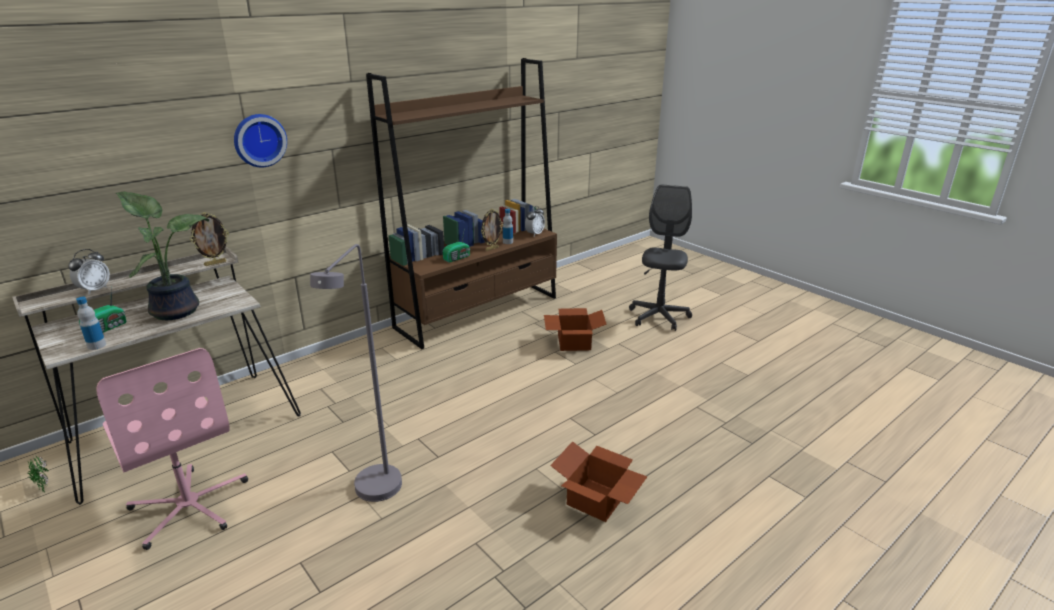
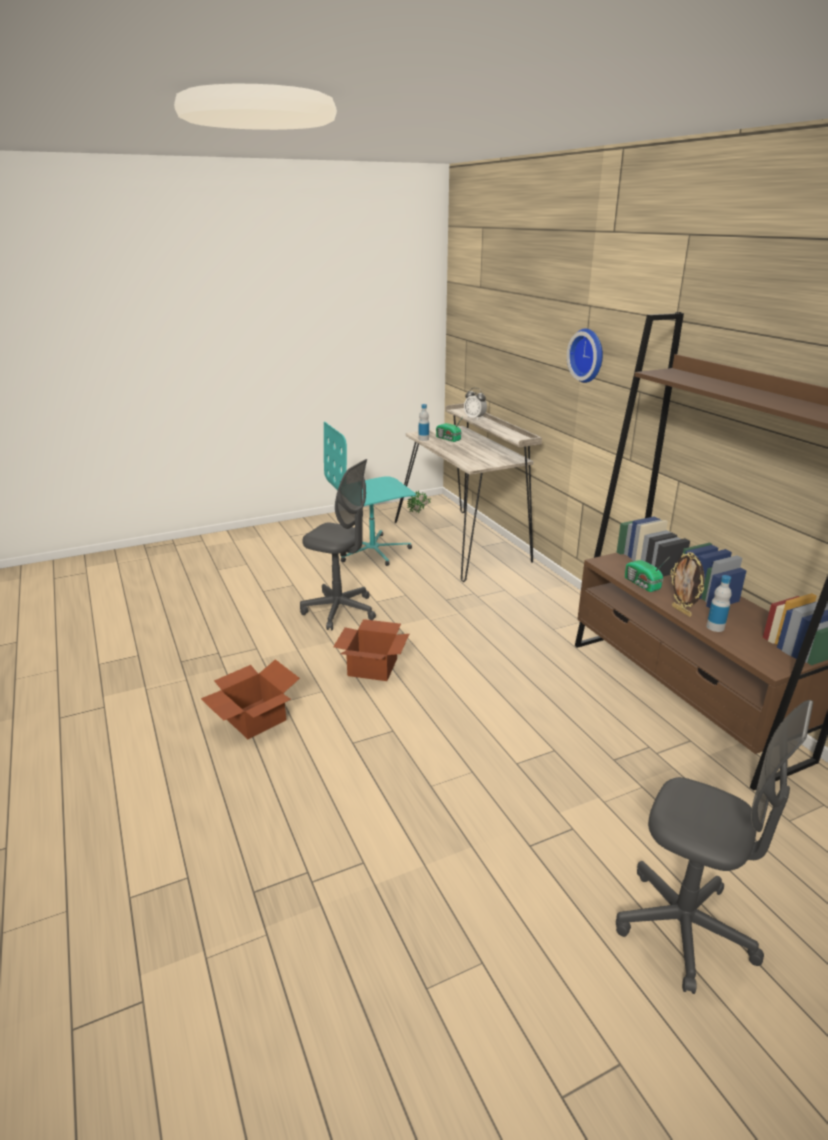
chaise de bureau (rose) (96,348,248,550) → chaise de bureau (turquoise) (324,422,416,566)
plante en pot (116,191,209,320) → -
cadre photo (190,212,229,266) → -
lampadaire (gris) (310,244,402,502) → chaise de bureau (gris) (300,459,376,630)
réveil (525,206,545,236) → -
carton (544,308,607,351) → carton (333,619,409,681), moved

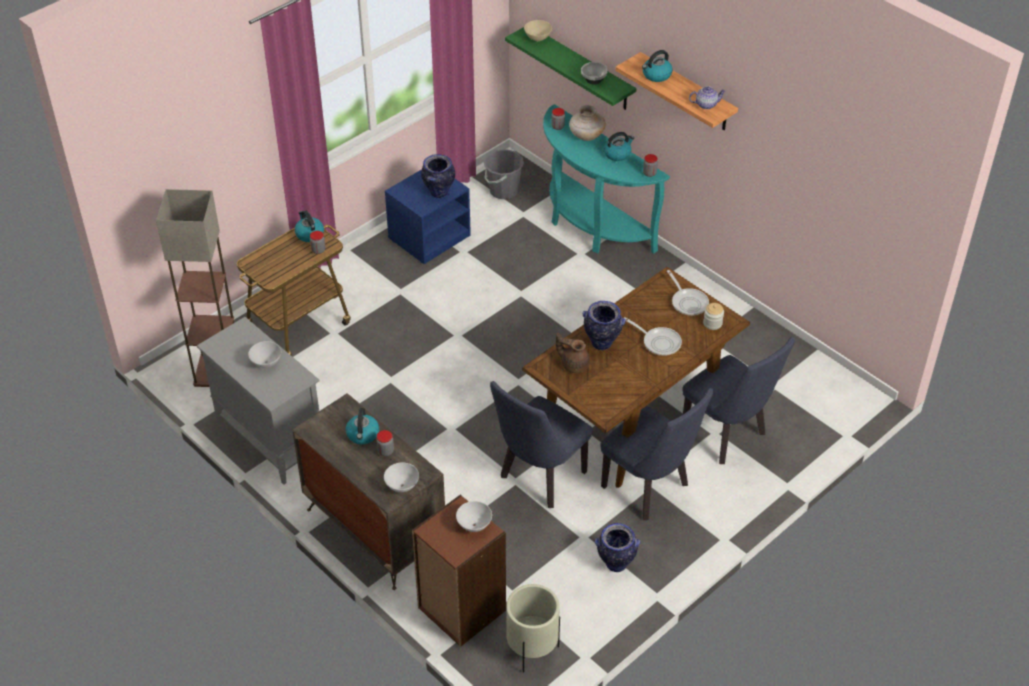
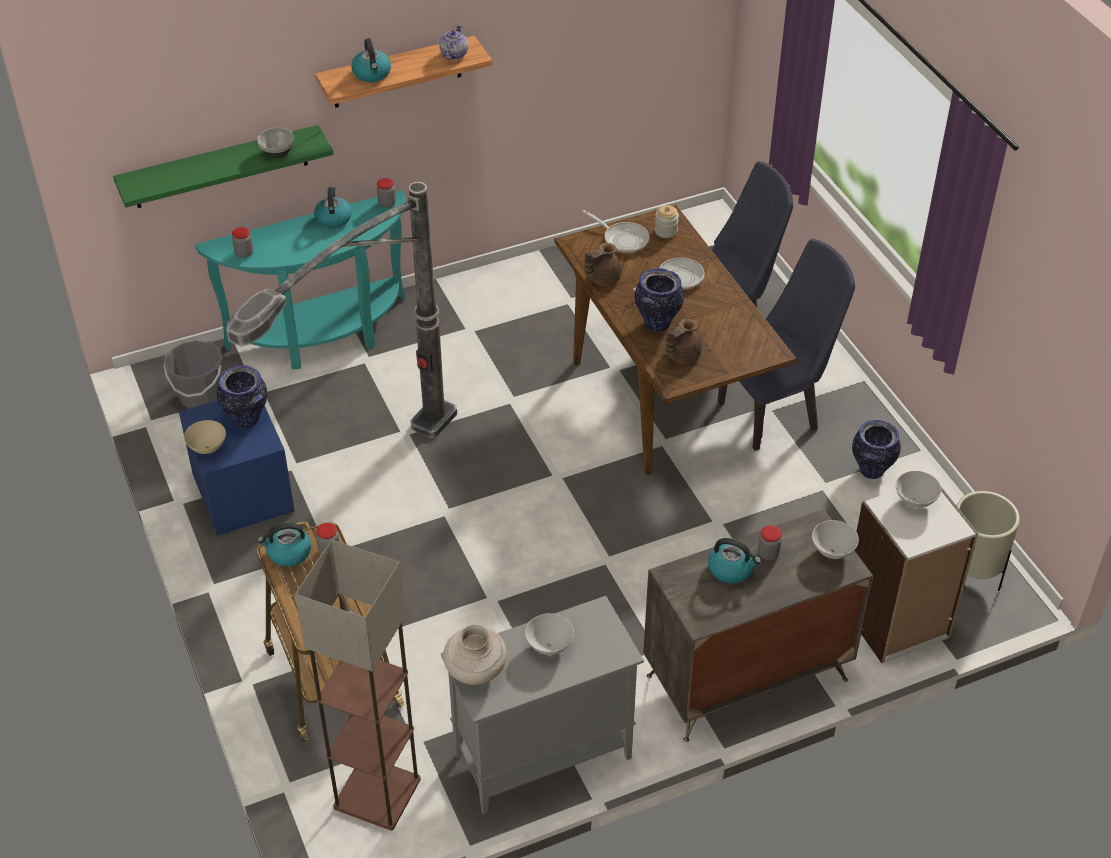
bibliothèque (marron) (412,494,506,647) → bibliothèque (blanc) (855,487,978,663)
chaise (bleu) (490,381,593,508) → -
bol (beige) (524,20,552,41) → bol (beige) (184,420,226,454), moved
vase (beige) (569,105,606,141) → vase (beige) (443,625,507,685), moved
poêle (667,270,709,316) → poêle (582,210,650,253), 45 degrees clockwise
- → lampadaire (226,182,457,438)
- → théière (marron) (585,243,622,286)

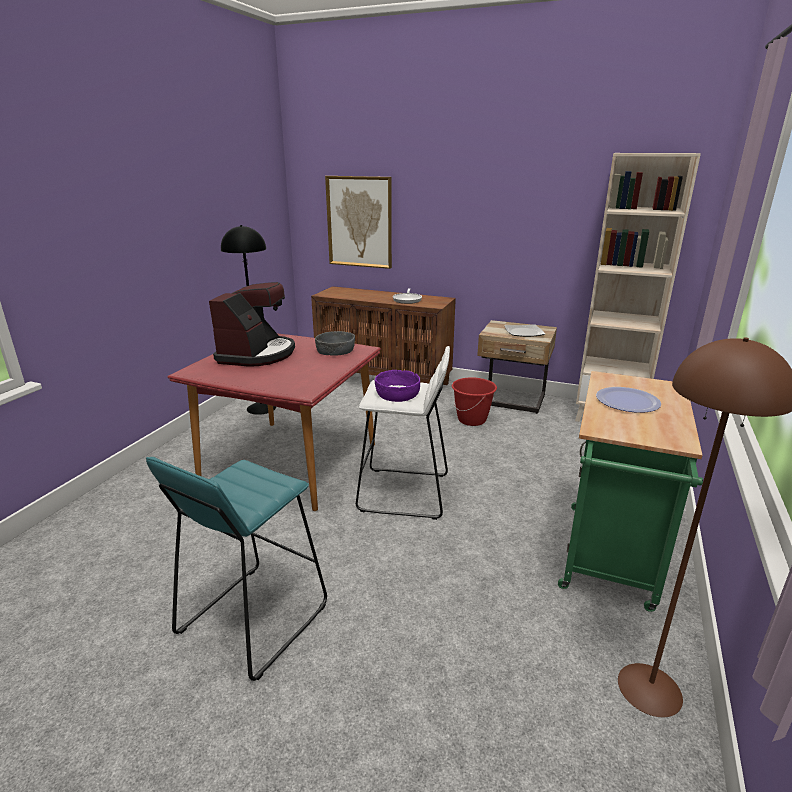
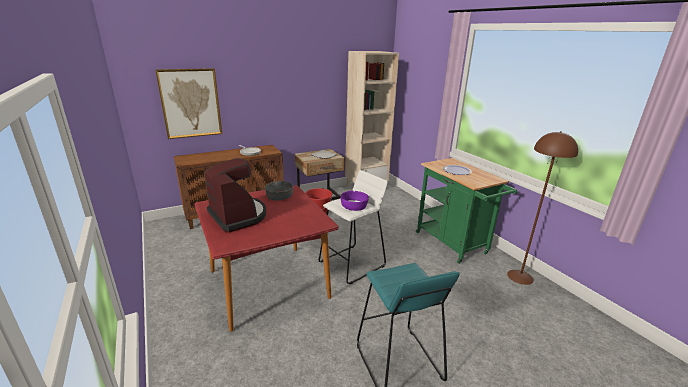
lampadaire (noir) (221,225,276,415) → -

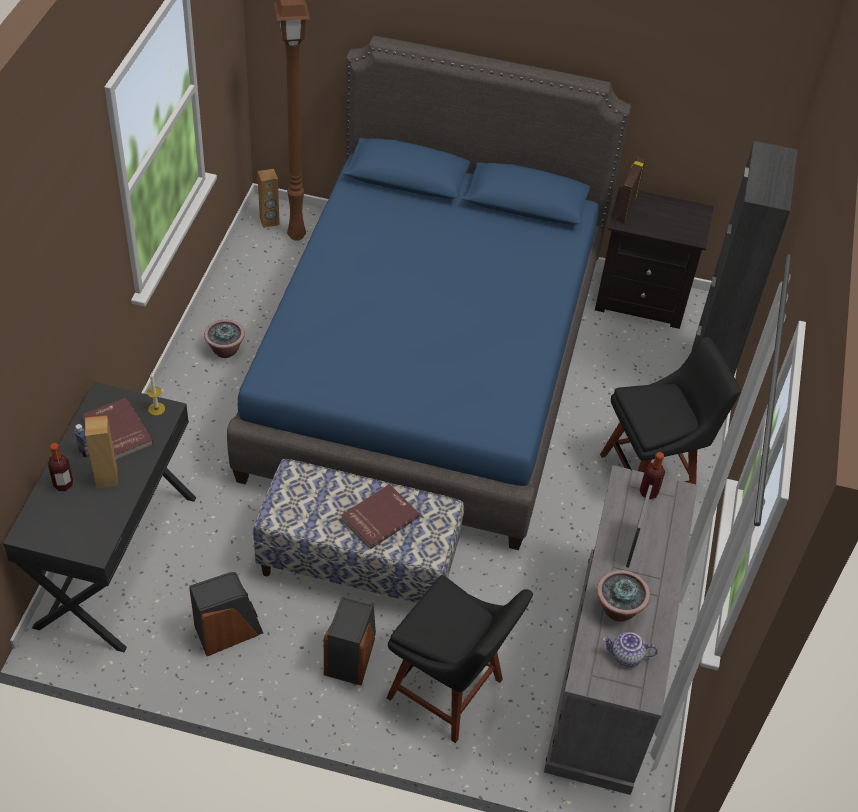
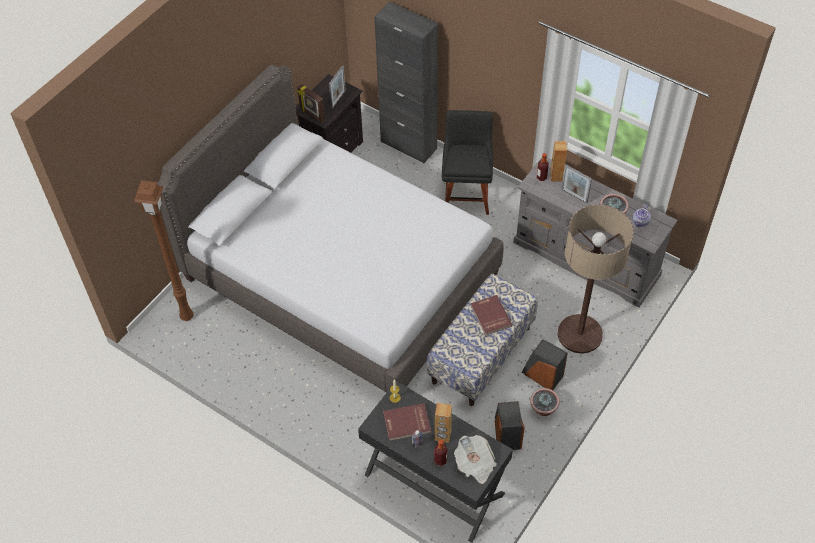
plante en pot (204,320,245,358) → plante en pot (530,388,560,416), moved
lit (bleu) (227,36,631,550) → lit (gris) (157,65,504,392)
enceinte (marron) (257,169,280,228) → enceinte (marron) (550,141,567,182), moved
chaise (noir) (387,575,533,743) → lampadaire (558,204,634,354)
- → cadre photo (329,65,346,109)
- → journal (454,435,497,484)

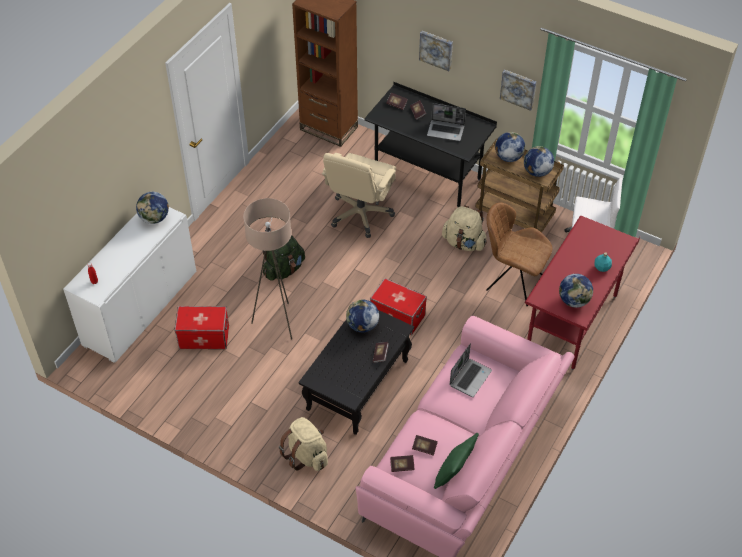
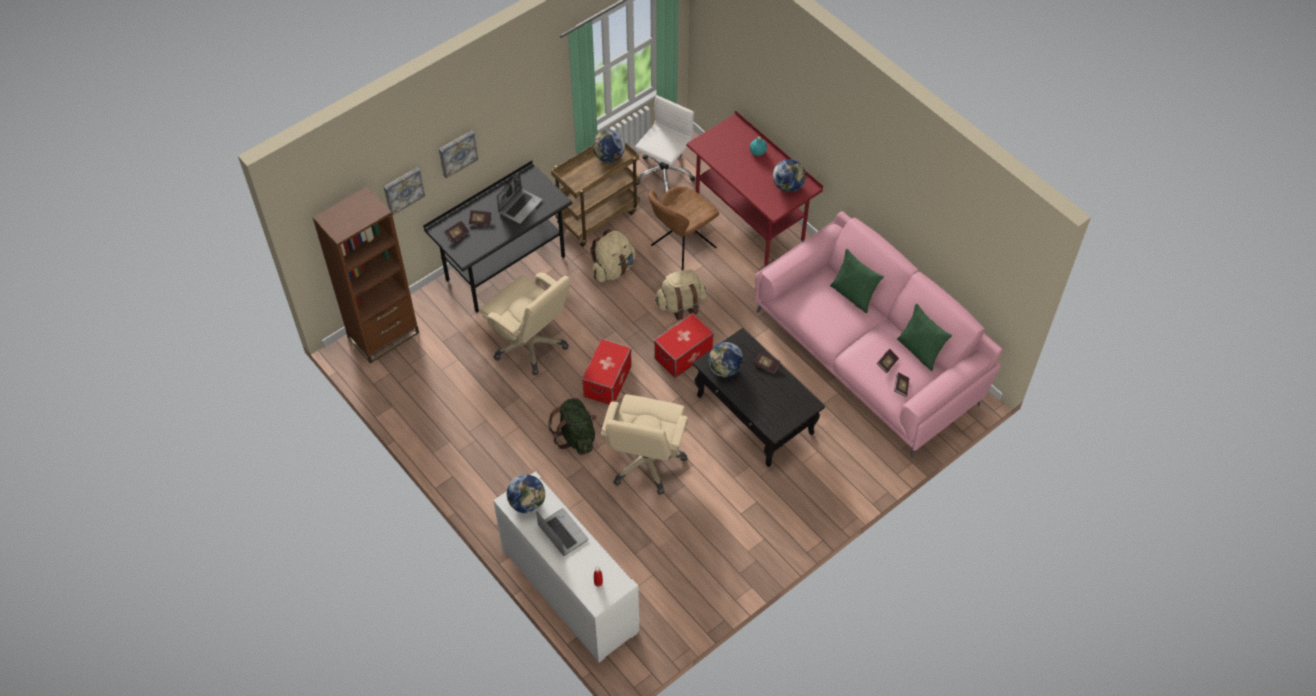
boîte de rangement (174,306,229,349) → boîte de rangement (582,338,631,405), moved
lampadaire (beige) (243,198,292,339) → chaise de bureau (beige) (601,394,688,495)
sac à dos (beige) (279,417,328,471) → sac à dos (beige) (655,270,706,320), moved
ordinateur portable (450,343,492,397) → ordinateur portable (536,508,588,556), moved
globe (495,132,525,162) → -
tableau (500,70,537,111) → tableau (384,167,425,216), moved
- → coussin (vert) (830,249,884,313)

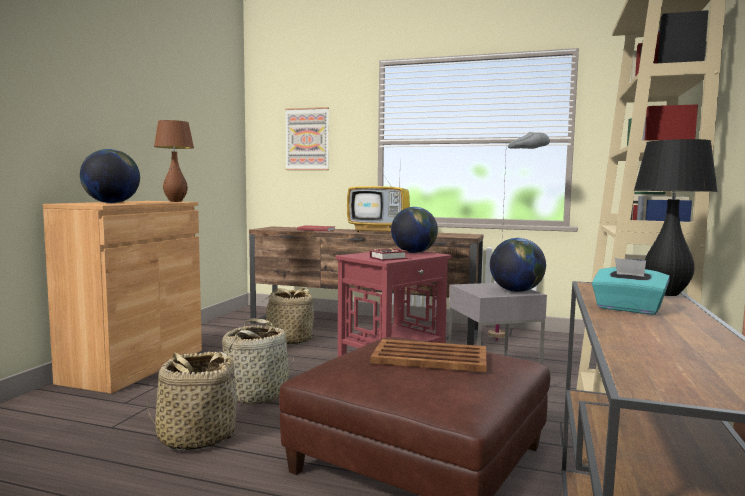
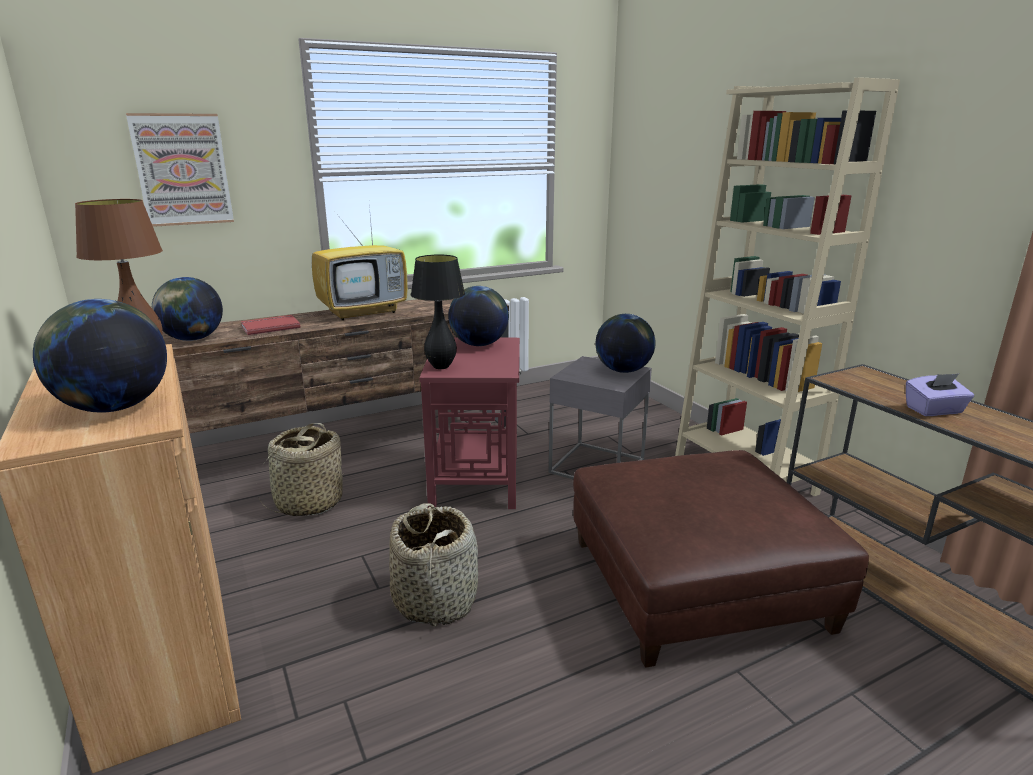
panier (147,352,242,451) → -
livre (370,249,408,261) → -
plateau (marron) (370,339,487,372) → -
lampadaire (gris) (488,132,550,341) → -
boîte à mouchoirs (turquoise) (592,258,670,315) → boîte à mouchoirs (violet) (906,374,974,416)
lampe de table (noir) (634,139,718,296) → lampe de table (noir) (411,255,465,369), moved
- → globe (152,277,223,341)

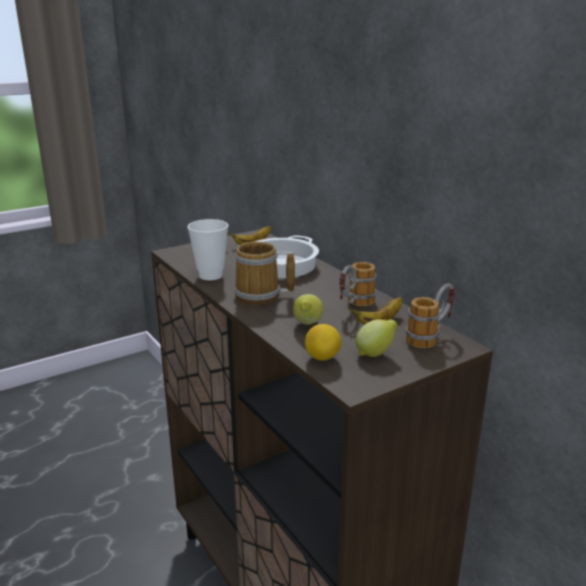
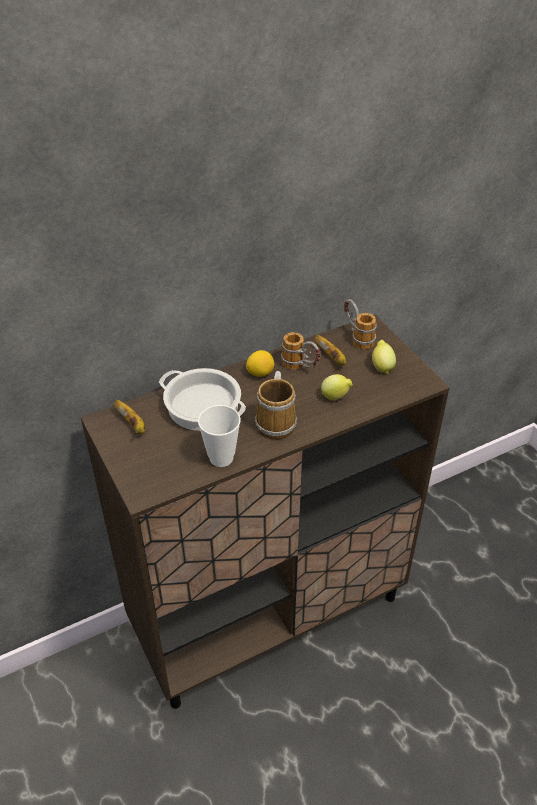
citron (305,324,341,361) → citron (246,350,274,377), moved

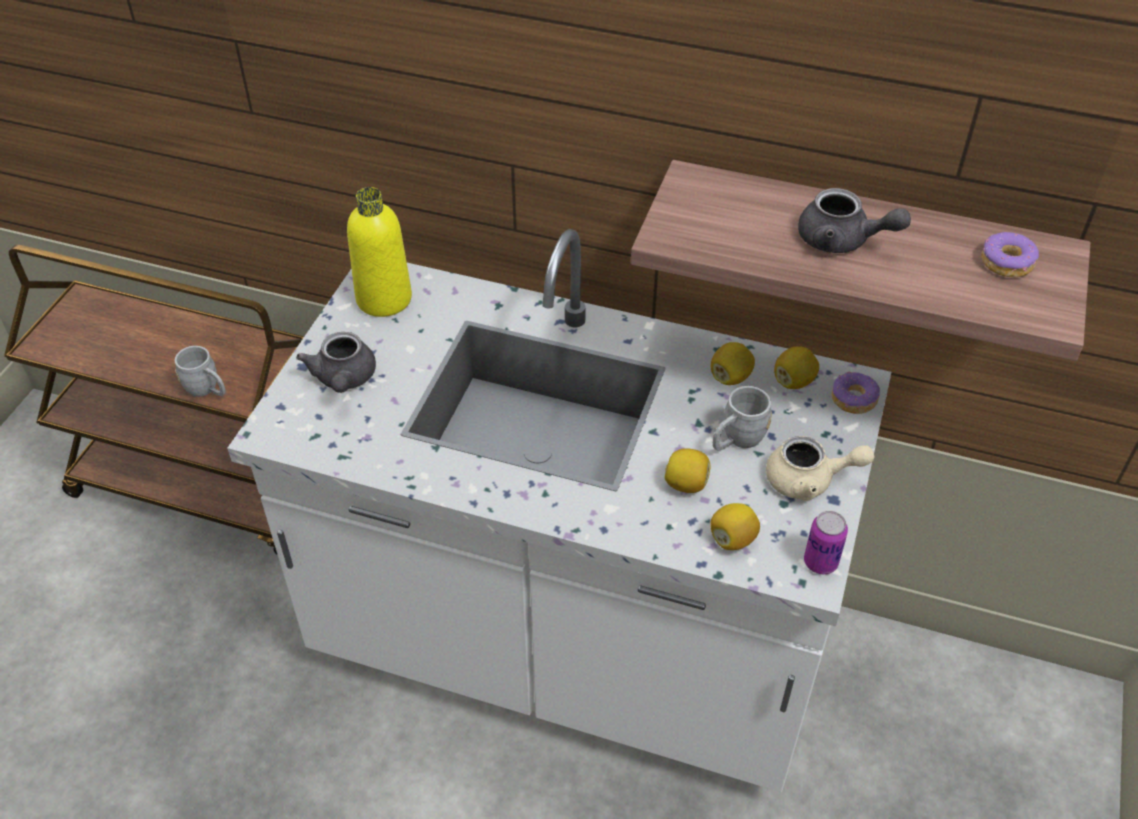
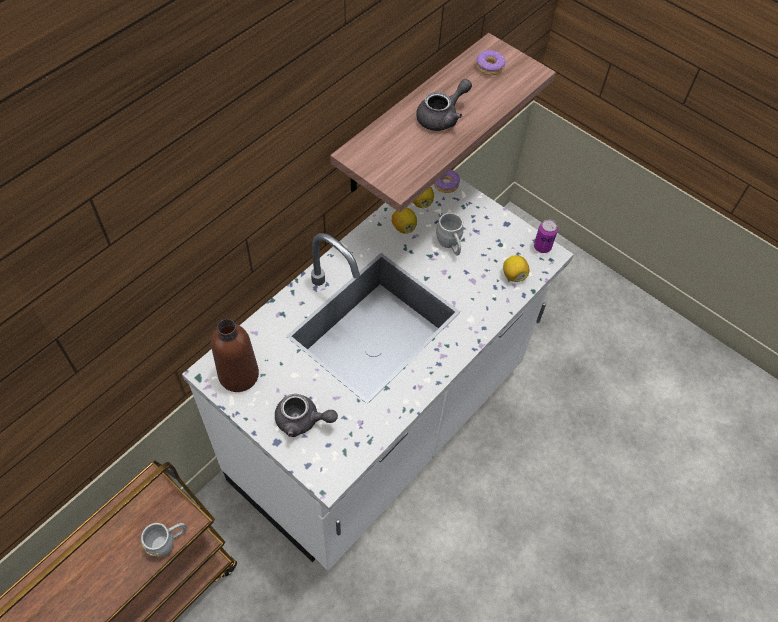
bouteille (jaune) (347,187,412,317) → bouteille (marron) (211,319,259,392)
citron (664,448,710,493) → -
théière (beige) (766,436,875,501) → -

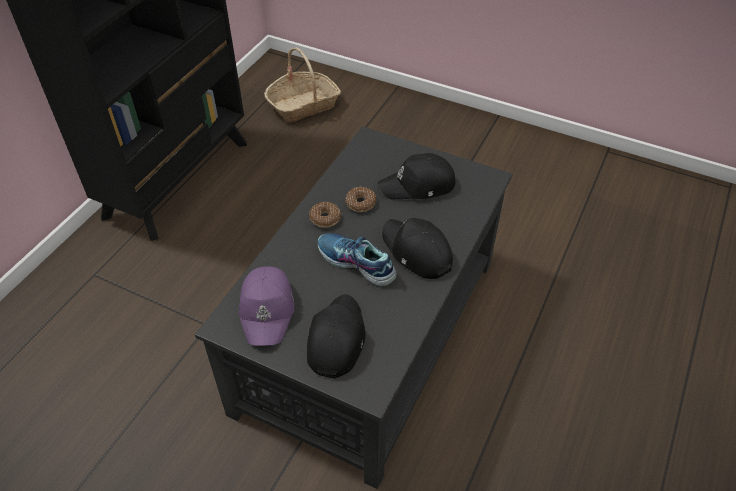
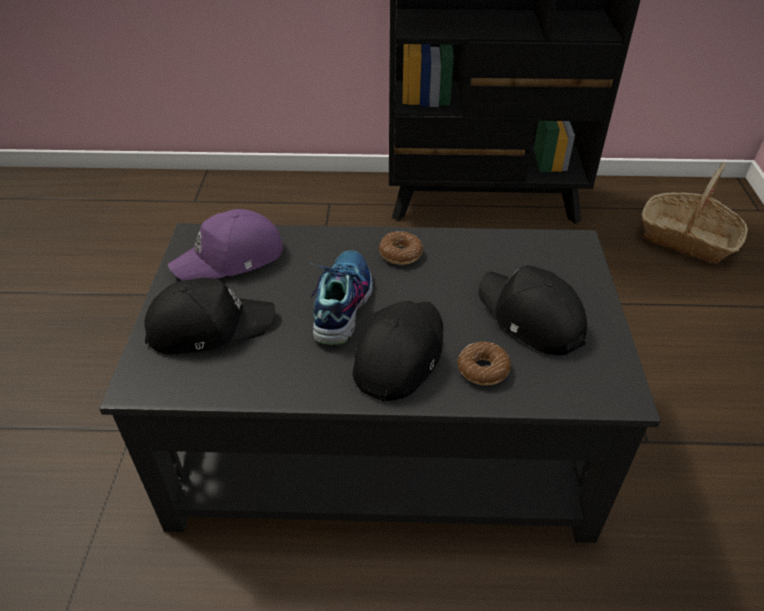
beignet (345,187,377,212) → beignet (457,342,511,385), moved

